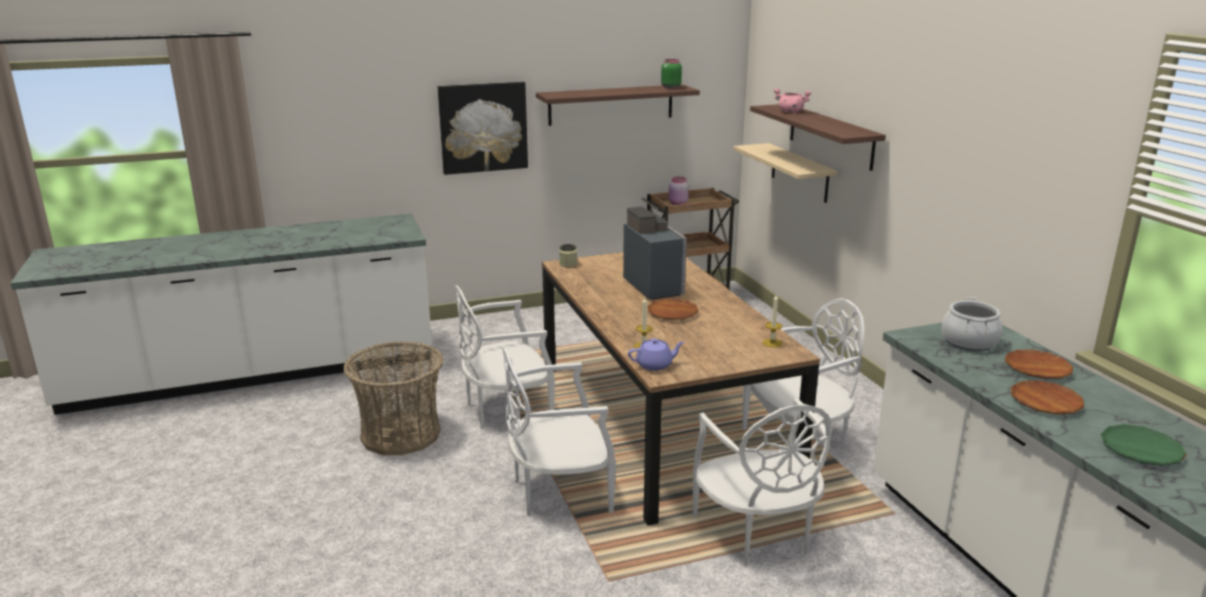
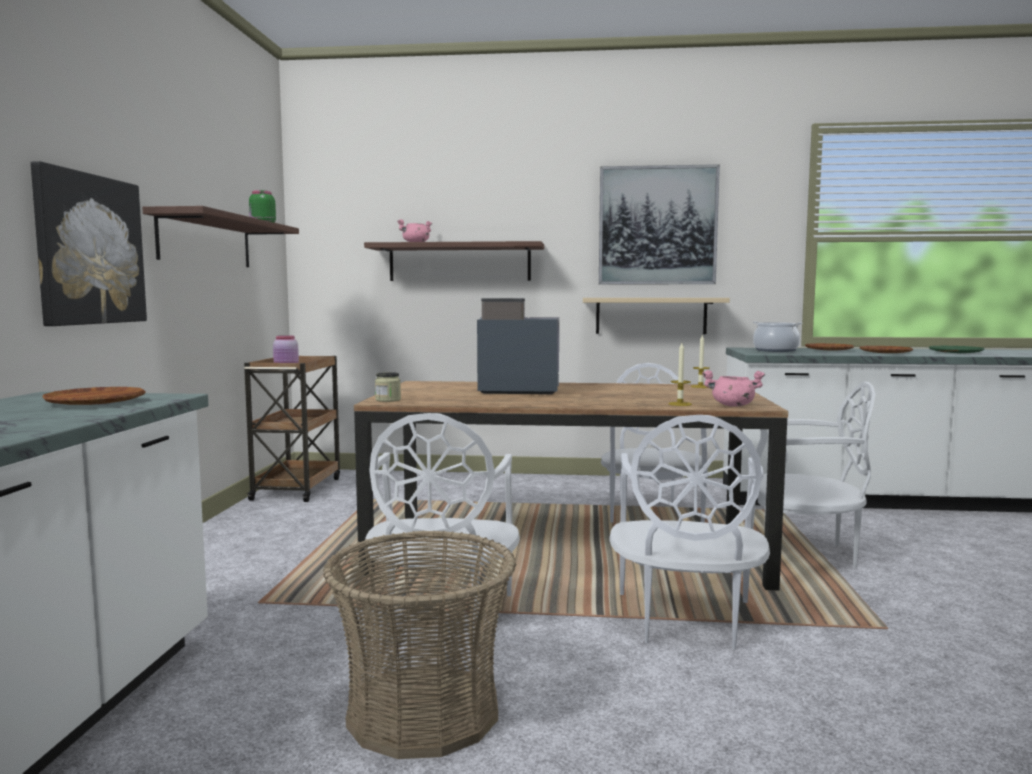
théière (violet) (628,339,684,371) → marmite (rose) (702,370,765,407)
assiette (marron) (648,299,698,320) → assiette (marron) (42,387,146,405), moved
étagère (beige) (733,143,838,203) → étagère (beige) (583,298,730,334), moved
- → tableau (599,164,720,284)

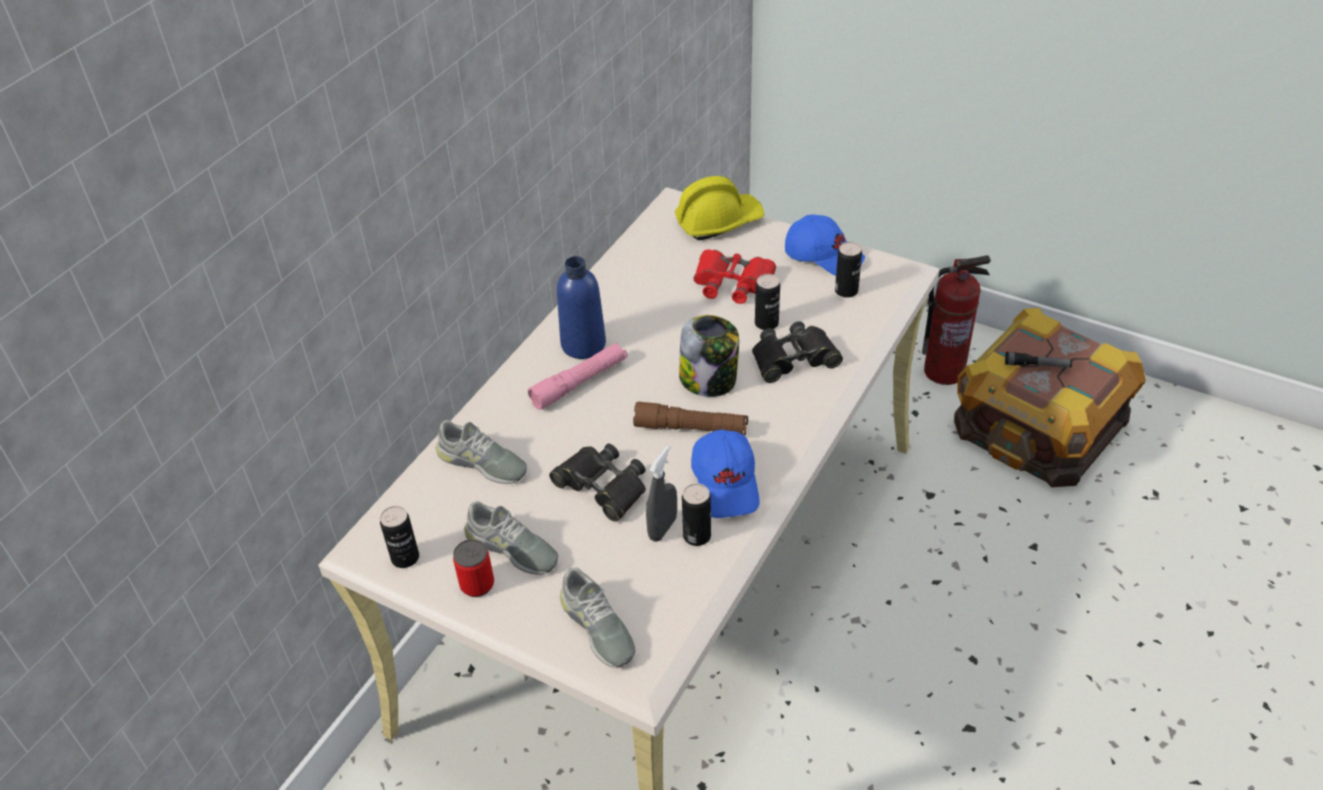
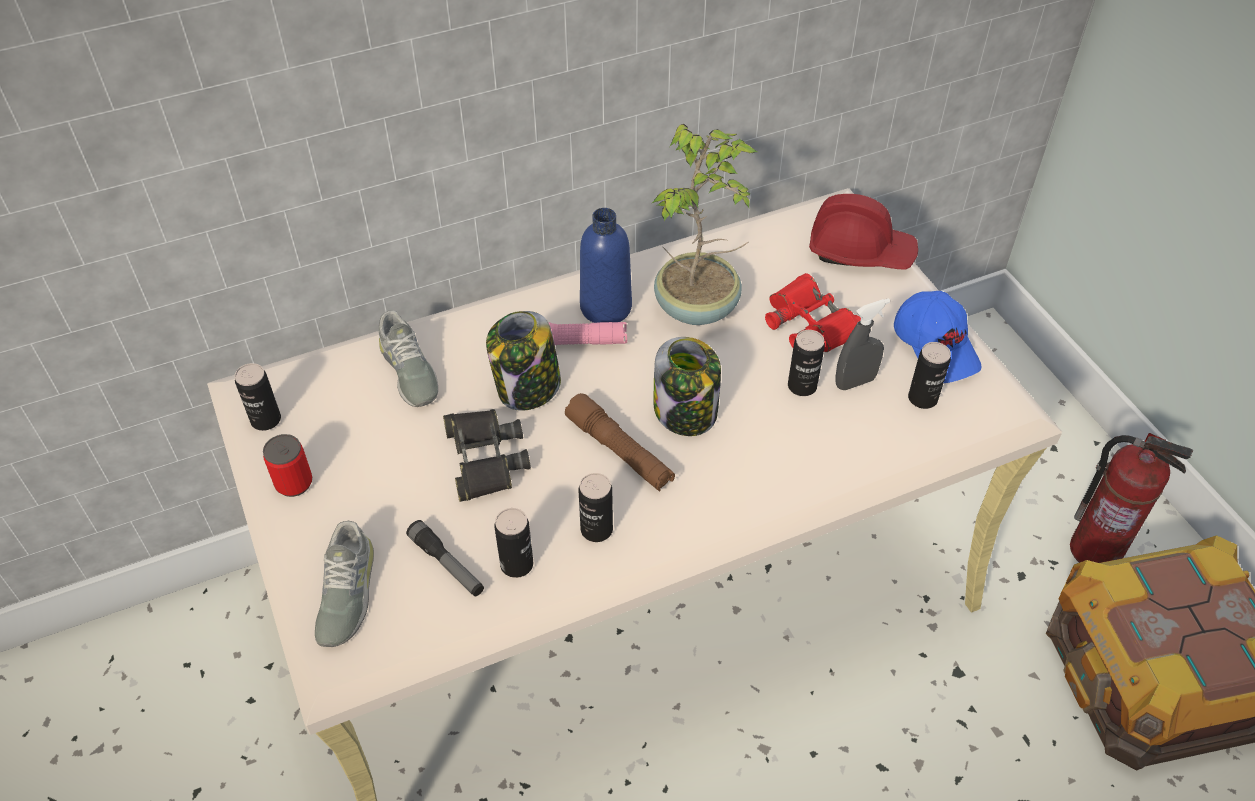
chaussure (gris) (464,501,558,574) → -
vaporisateur (gris) (646,446,677,542) → vaporisateur (gris) (835,298,890,390), moved
casque de chantier (jaune) (675,176,765,240) → casque de chantier (rouge) (809,194,918,270)
casquette (bleu) (691,430,760,518) → boîte métallique (579,473,613,542)
jumelles (noir) (752,321,843,383) → -
lampe de poche (1005,352,1072,368) → lampe de poche (406,520,484,596), moved
- → bocal (486,311,561,411)
- → plante en pot (651,124,758,325)

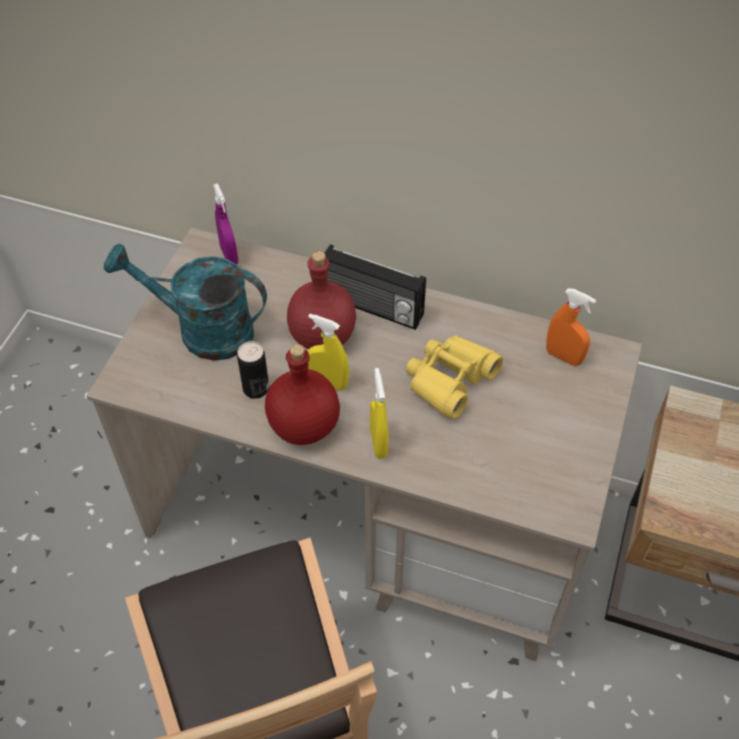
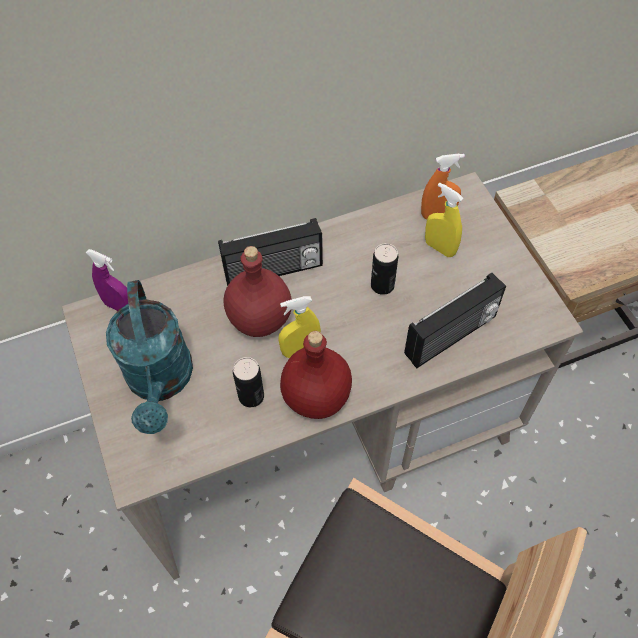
arrosoir (turquoise) (104,244,267,361) → arrosoir (turquoise) (106,280,193,434), 75 degrees counterclockwise
vaporisateur (jaune) (370,368,388,459) → vaporisateur (jaune) (425,182,464,257), moved
jumelles (jaune) (406,335,503,419) → boîte métallique (371,243,398,295)
- → radio (404,273,506,368)

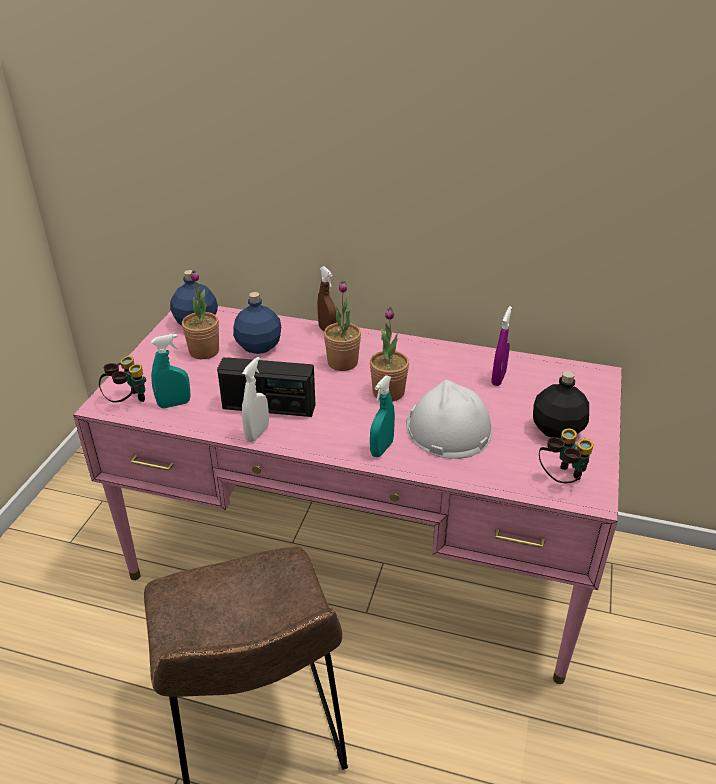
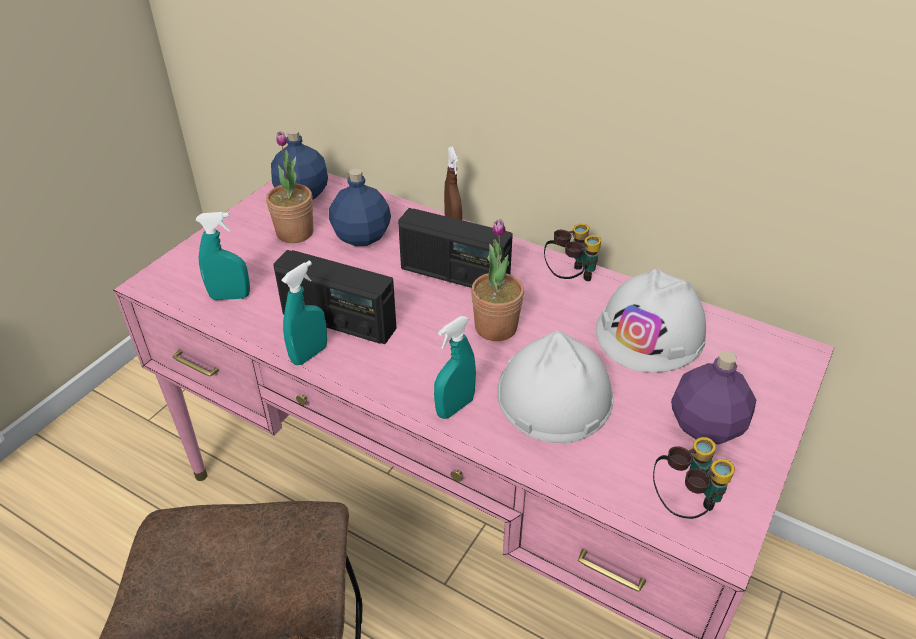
jumelles (99,356,146,402) → jumelles (544,223,601,281), moved
vaporisateur (blanc) (242,357,269,442) → vaporisateur (turquoise) (281,261,327,365)
plante en pot (324,281,361,371) → radio (398,208,513,288)
vaporisateur (violet) (491,306,512,386) → casque de chantier (blanc) (596,269,706,373)
bouteille (noir) (533,371,589,438) → bouteille (violet) (671,351,756,444)

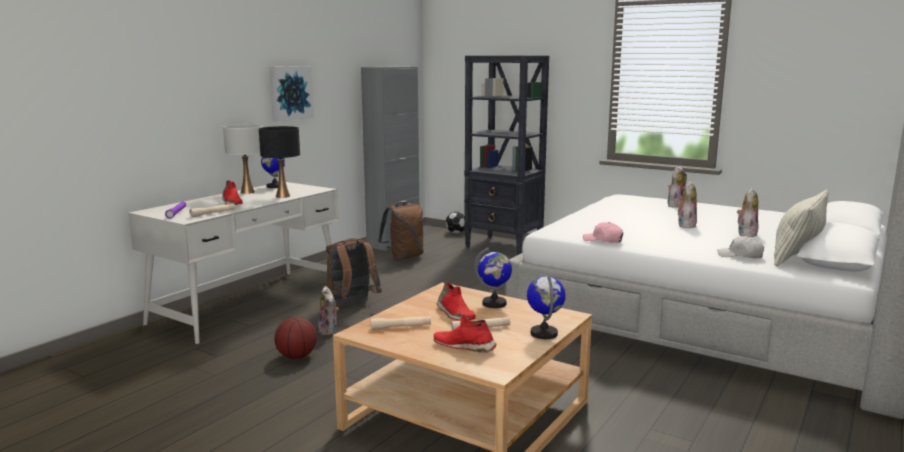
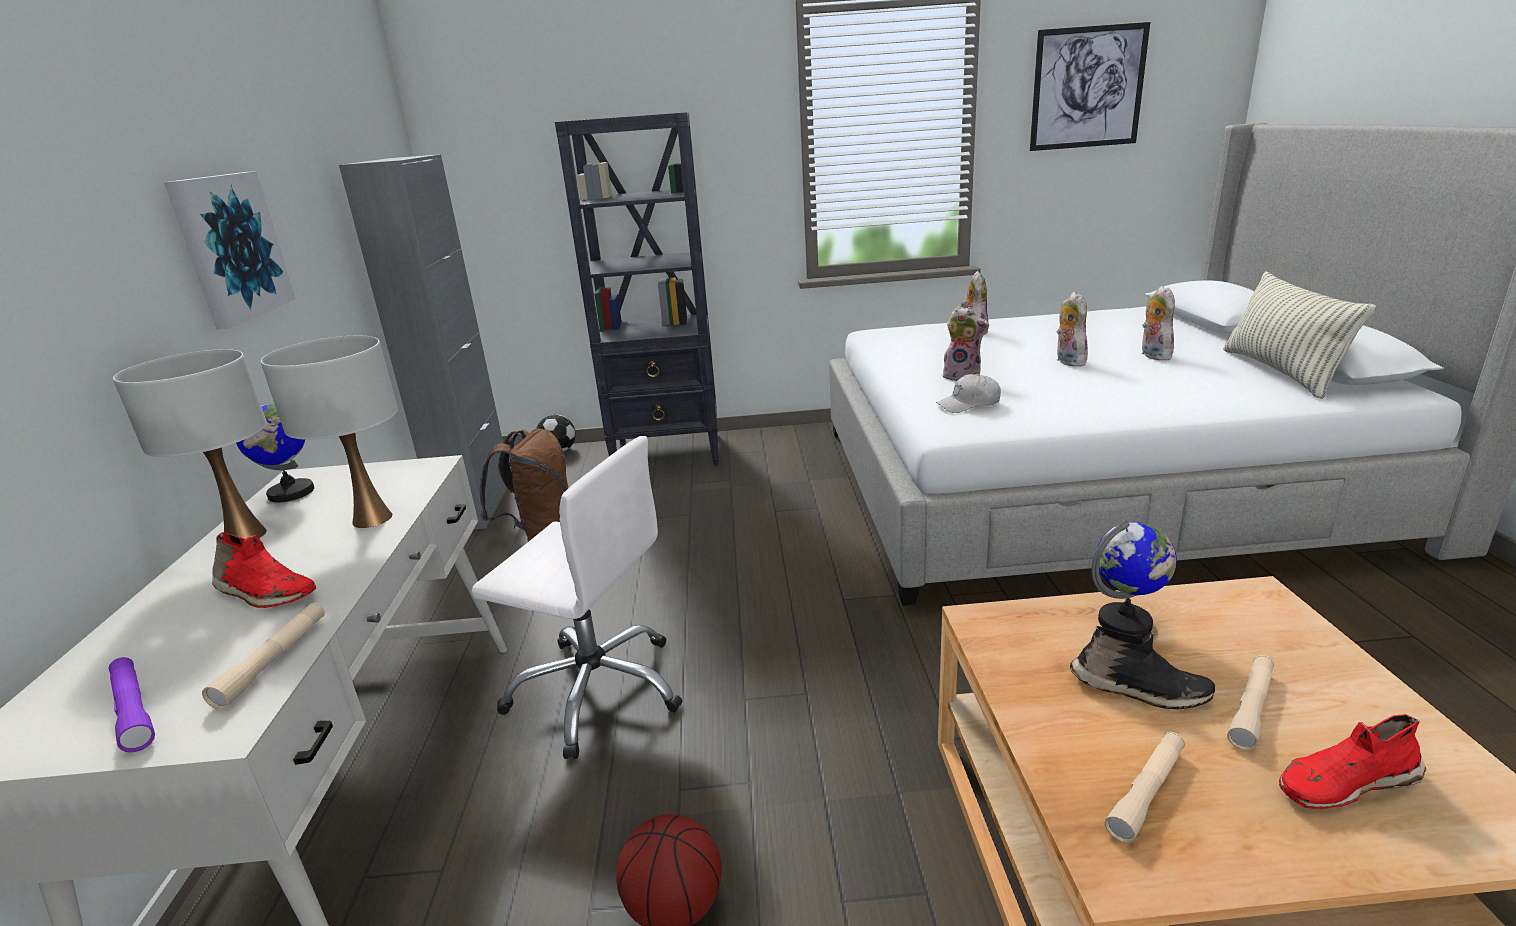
lampe de table (noir) (259,126,300,198) → lampe de table (blanc) (260,336,398,528)
peluche (318,286,339,335) → peluche (943,306,989,381), moved
sac à dos (marron) (326,238,382,307) → chaise de bureau (blanc) (472,436,682,759)
chaussure (rouge) (437,282,476,320) → chaussure (noir) (1070,626,1215,709)
globe (527,275,566,339) → -
casquette (rose) (583,222,623,243) → -
casquette (blanc) (717,236,764,258) → casquette (blanc) (936,374,1001,413), moved
- → tableau (1030,22,1150,151)

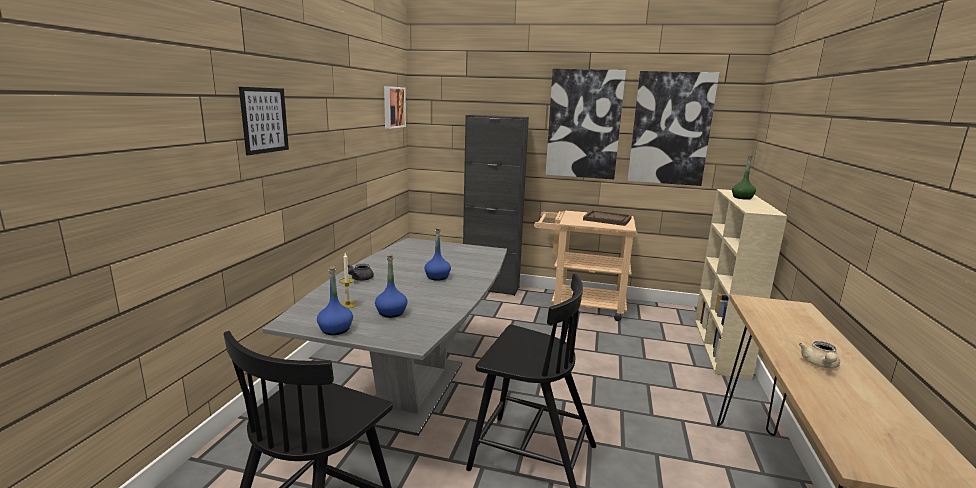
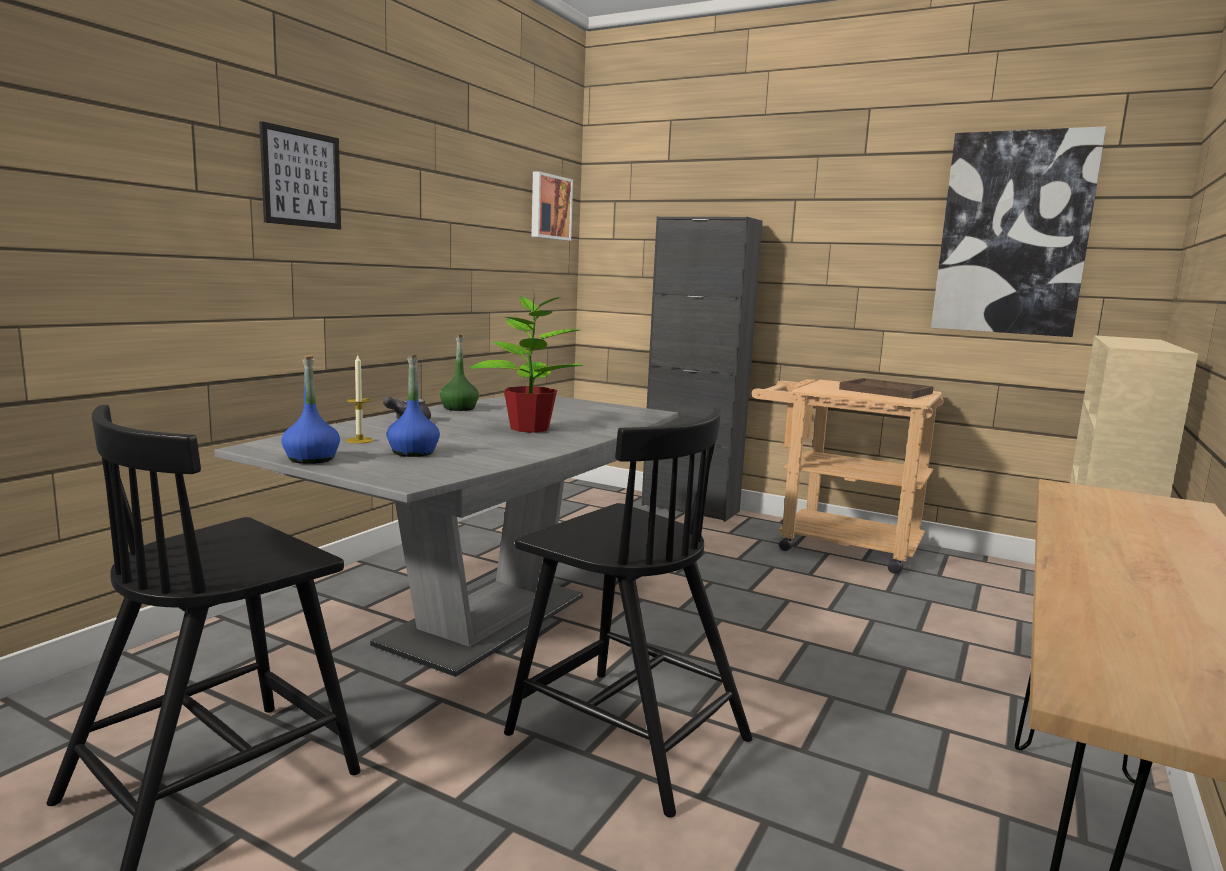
bouteille (bleu) (424,228,451,281) → plante en pot (470,288,583,433)
tableau (546,69,626,179) → -
bouteille (vert) (732,156,756,200) → bouteille (vert) (440,334,479,411), moved
théière (beige) (799,341,840,369) → -

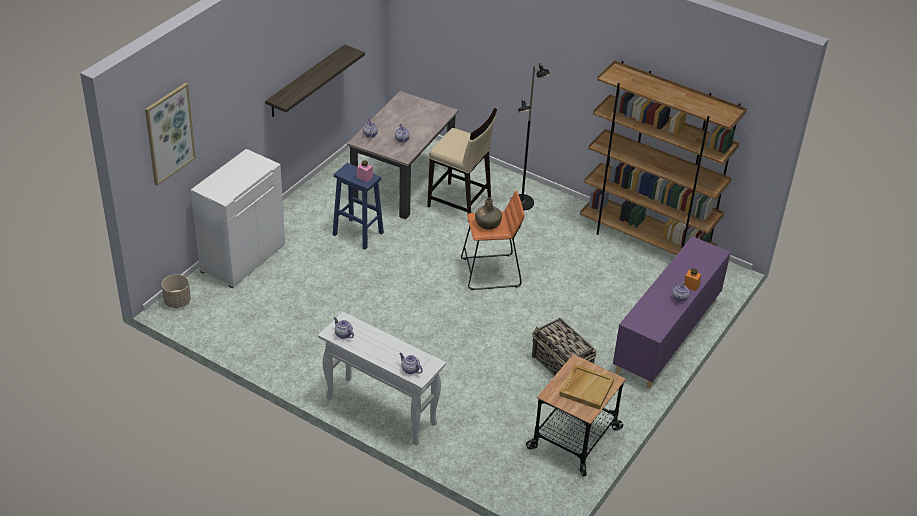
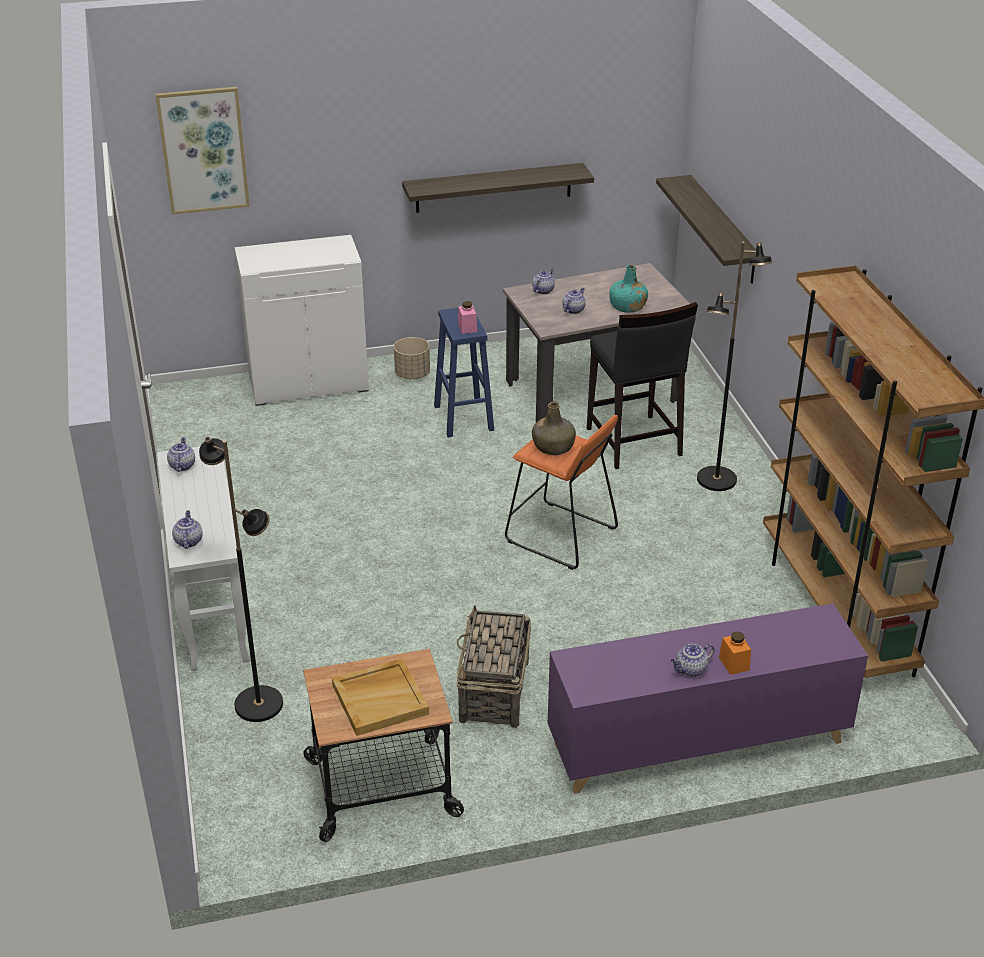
cache-pot (beige) (162,274,191,308) → cache-pot (beige) (394,337,430,379), moved
tabouret (beige) (427,108,497,222) → tabouret (noir) (587,302,698,469)
- → lampadaire (noir) (199,437,283,722)
- → bouteille (turquoise) (609,265,648,313)
- → étagère (656,175,756,284)

